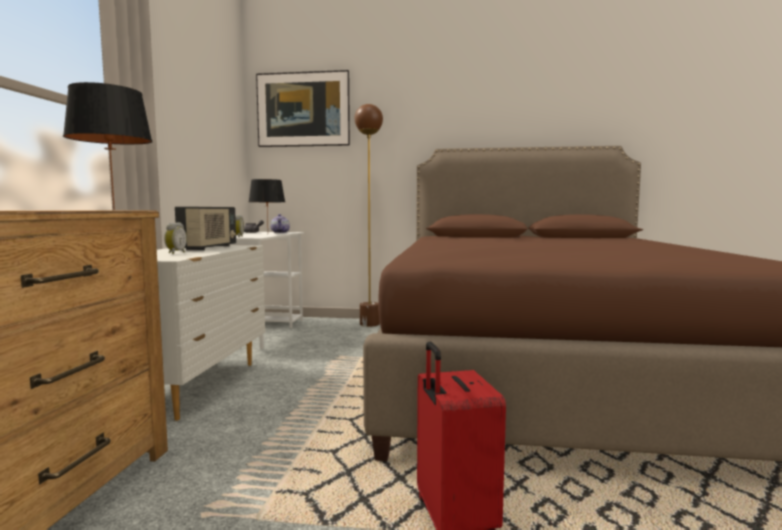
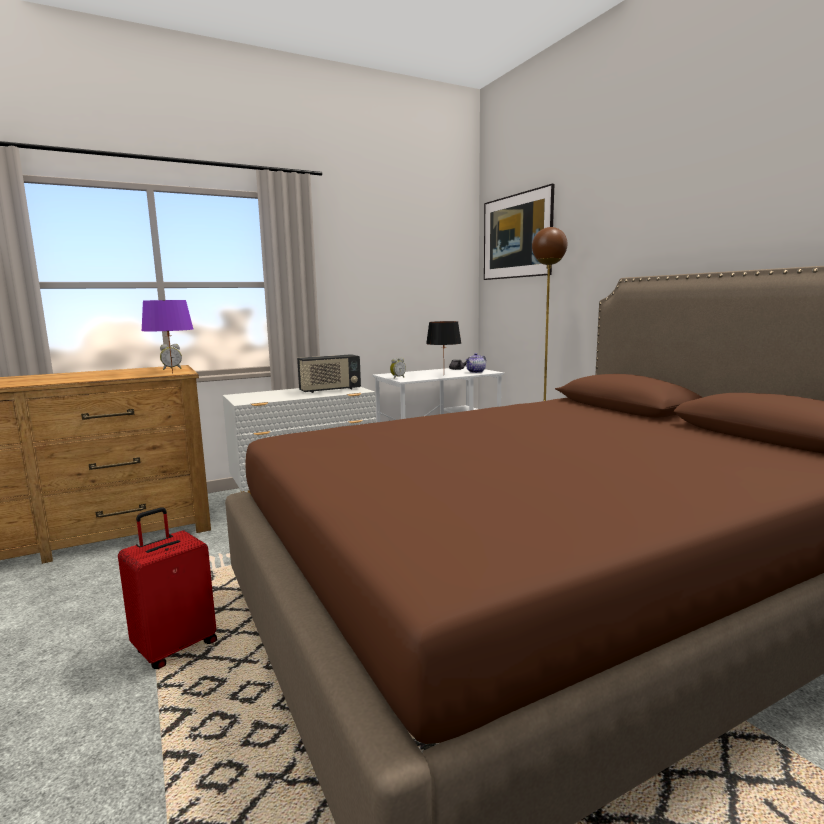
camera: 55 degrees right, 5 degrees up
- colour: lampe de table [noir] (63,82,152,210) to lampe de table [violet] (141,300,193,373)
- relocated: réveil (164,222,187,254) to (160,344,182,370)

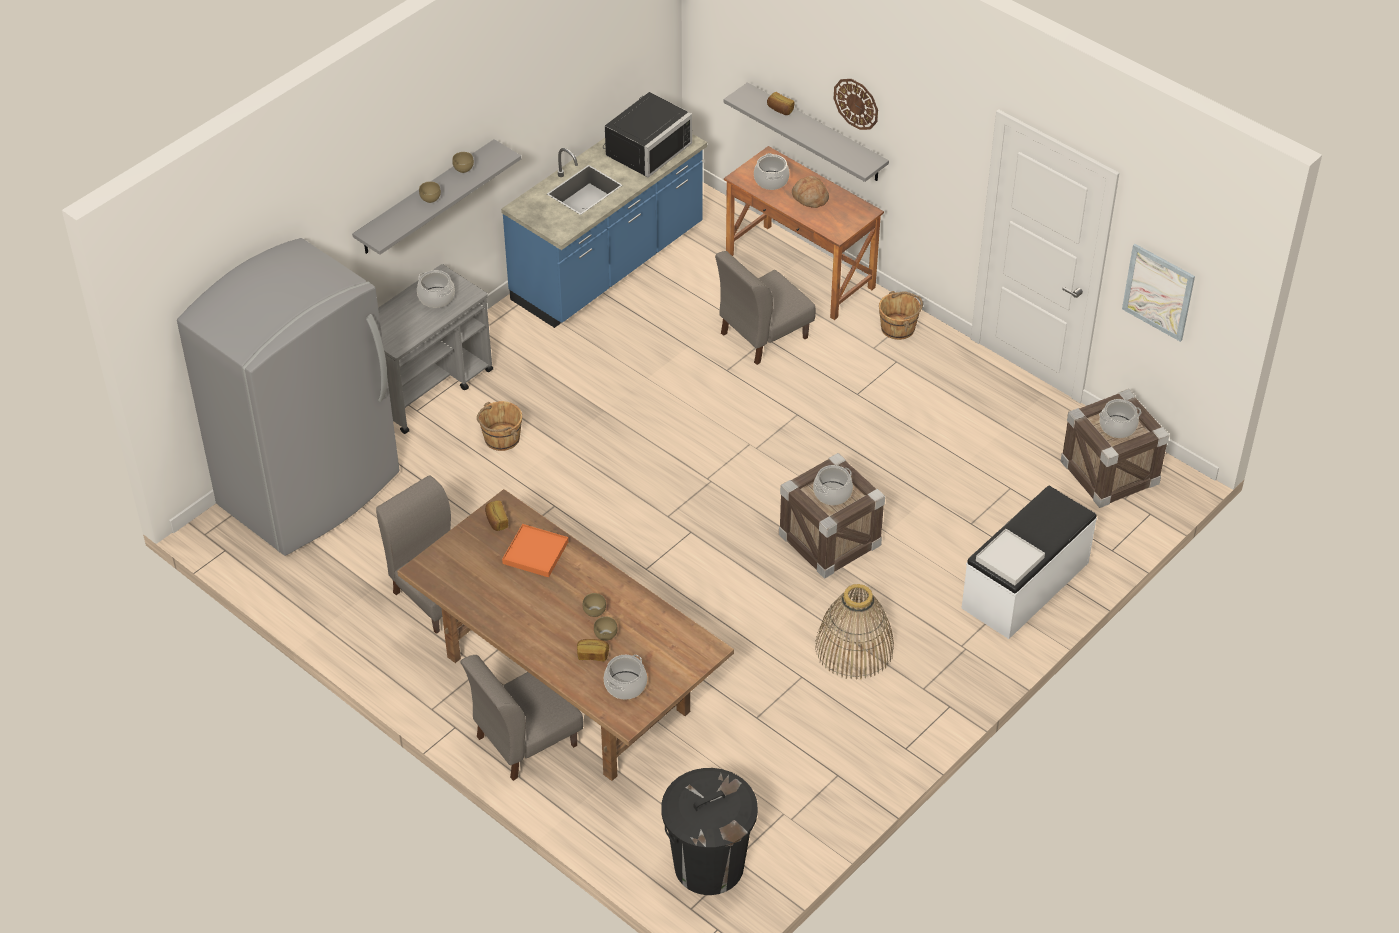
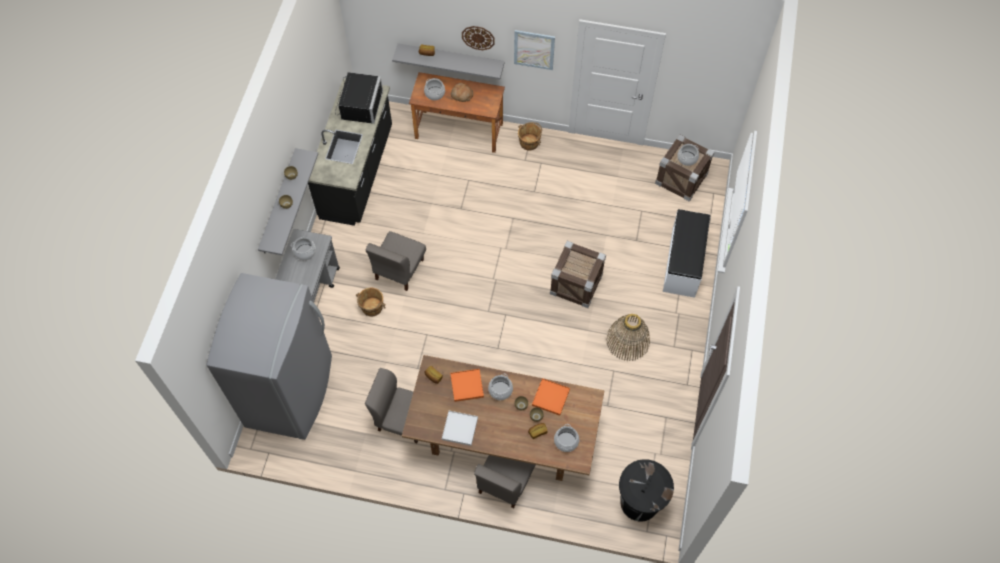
camera: 30 degrees left, 15 degrees up
- colour: comptoir de cuisine [bleu] (501,134,707,328) to comptoir de cuisine [noir] (308,79,392,226)
- relocated: tableau (1122,244,1195,342) to (514,30,555,70)
- relocated: chaise [gris] (715,251,816,365) to (365,231,426,291)
- relocated: marmite (813,465,853,505) to (488,374,513,400)
- relocated: plateau [blanc] (976,529,1045,585) to (442,411,478,446)
- appeared: plateau [orange] (532,378,570,416)

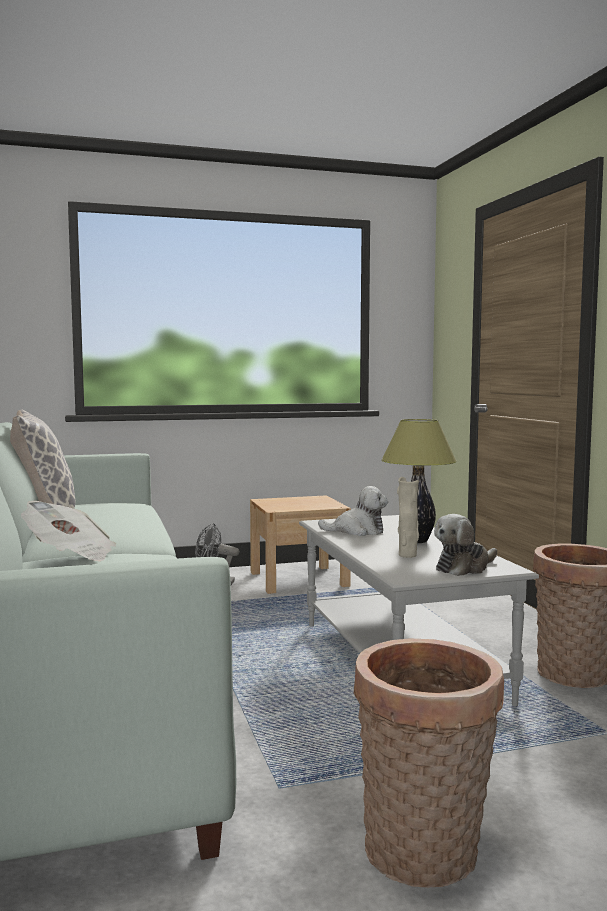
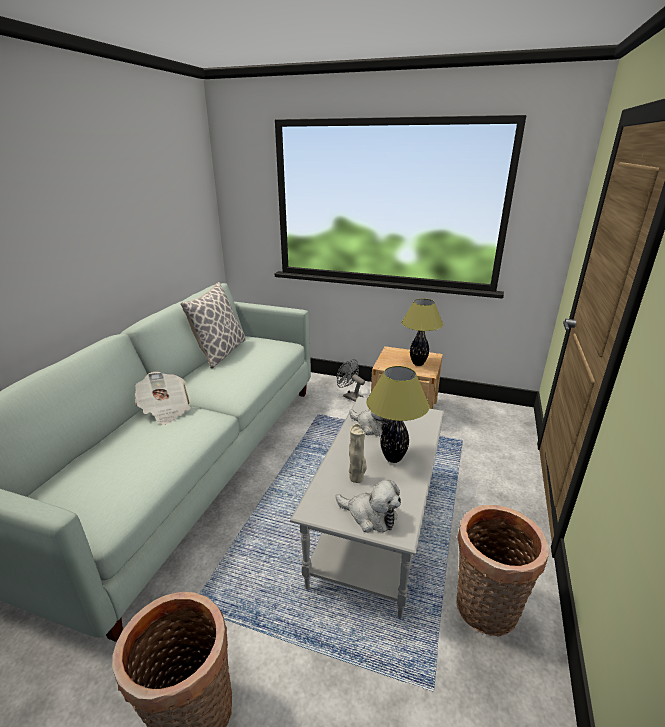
camera: 35 degrees right, 20 degrees up
- spun: peluche (434,514,497,576) = (335,480,401,533) 150 degrees counterclockwise
- appeared: lampe de table (401,299,443,366)

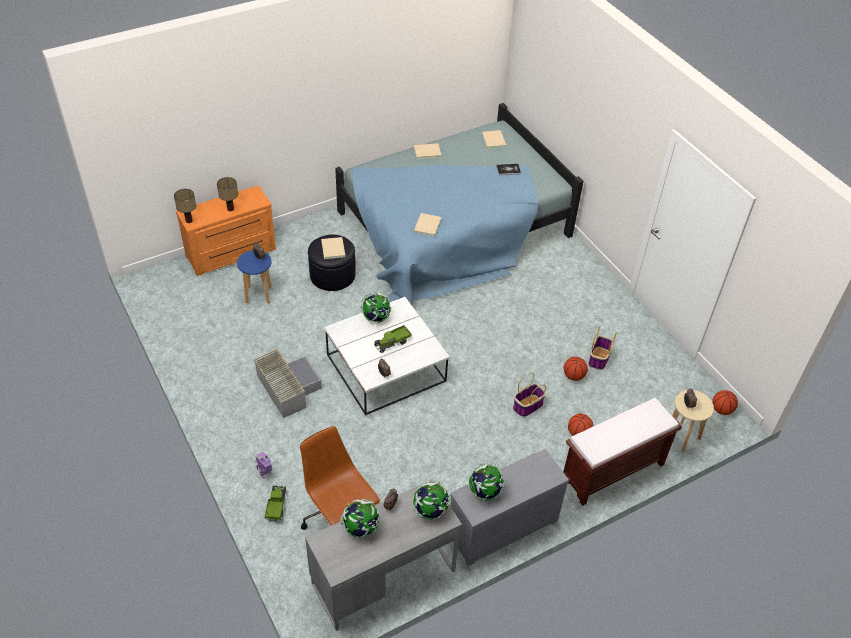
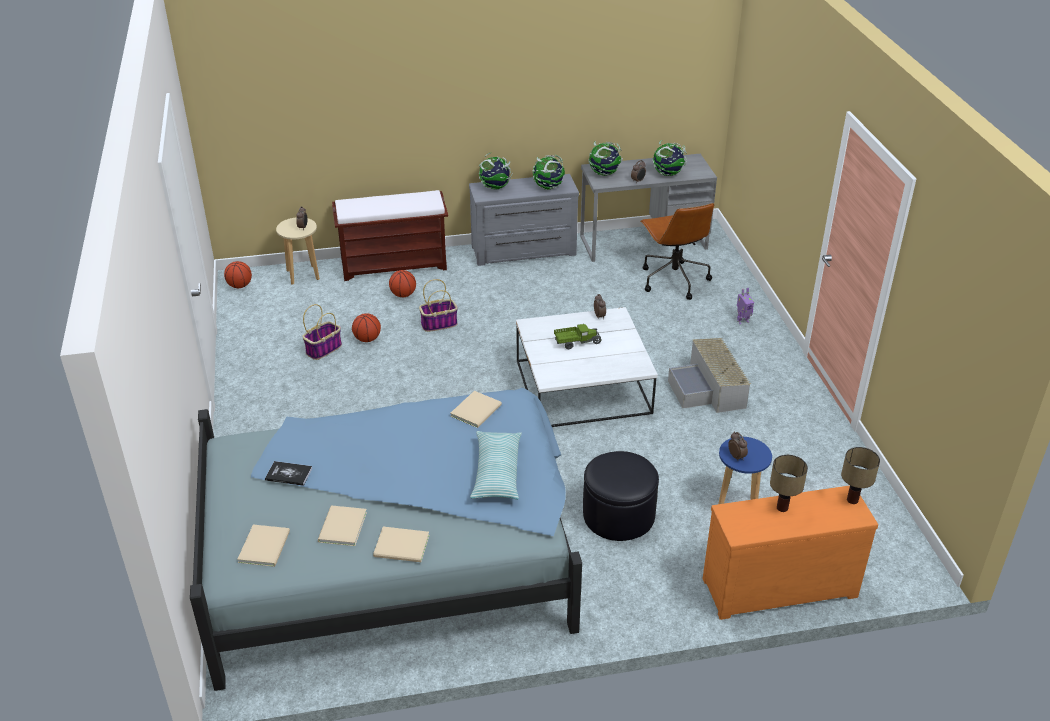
camera: 160 degrees left, 10 degrees down
- relocated: livre [beige] (321,237,346,259) to (318,505,367,546)
- relocated: globe (360,292,391,323) to (479,153,513,190)
- missing: camion jouet (265,486,286,521)
- appeared: coussin (470,431,522,499)

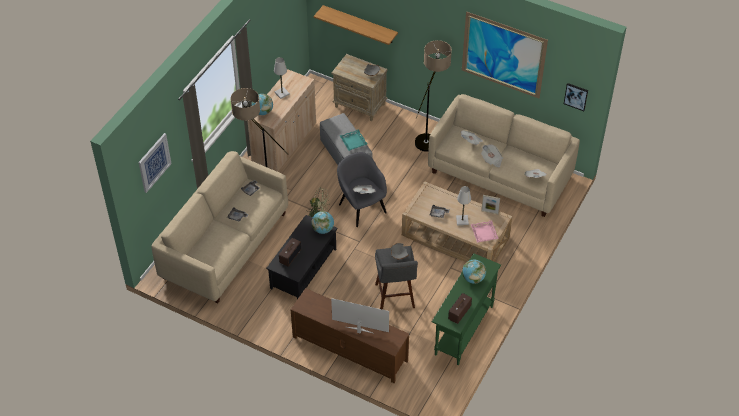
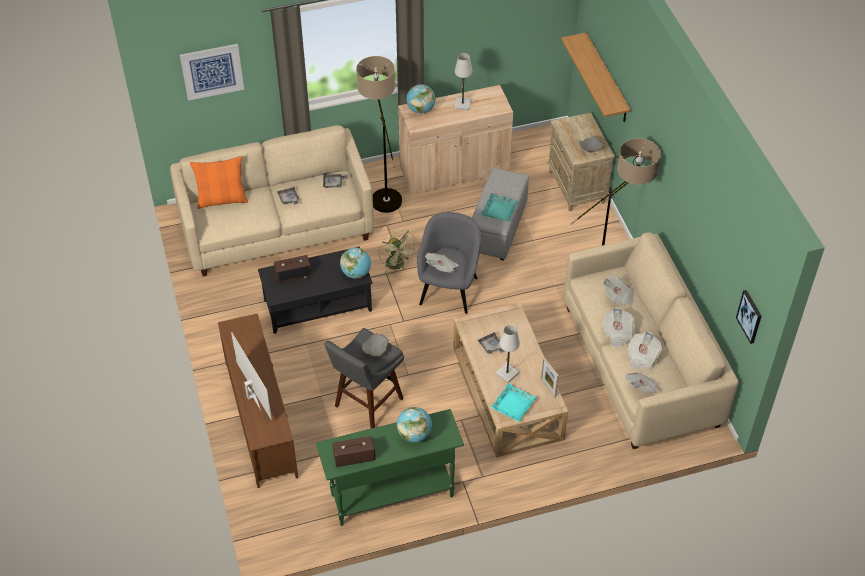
camera: 45 degrees right, 0 degrees up
- missing: tableau (462,11,548,98)
- colour: plateau [rose] (471,220,499,243) to plateau [turquoise] (490,383,537,422)
- appeared: coussin [orange] (190,156,248,209)
- appeared: journal (627,331,662,369)

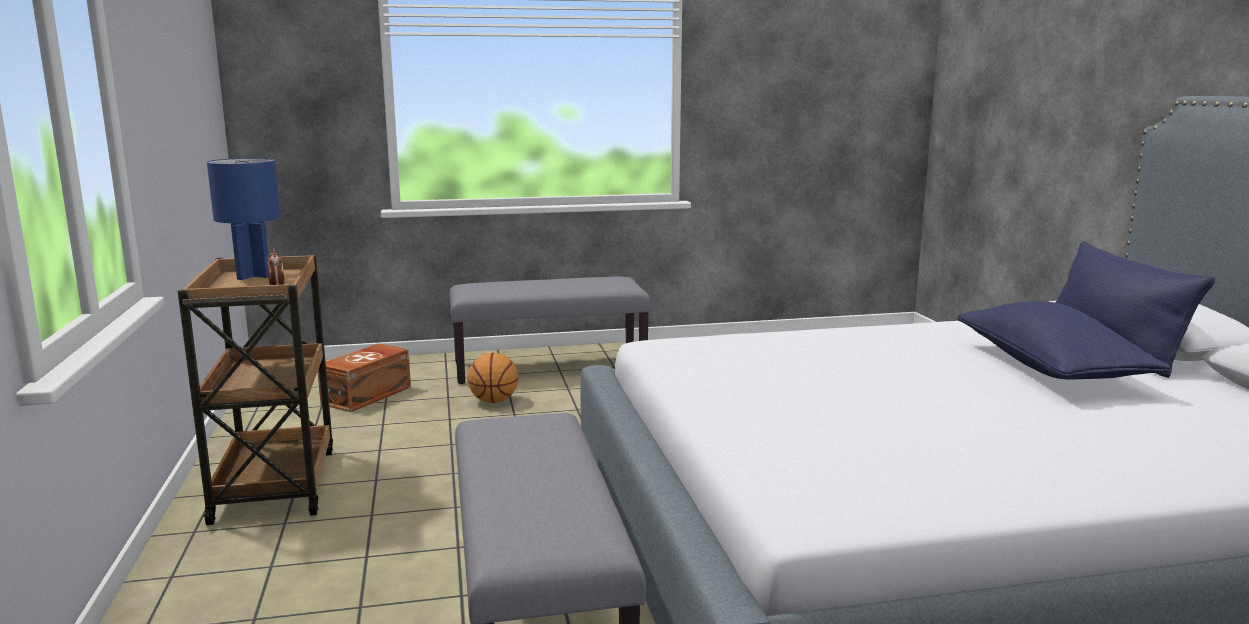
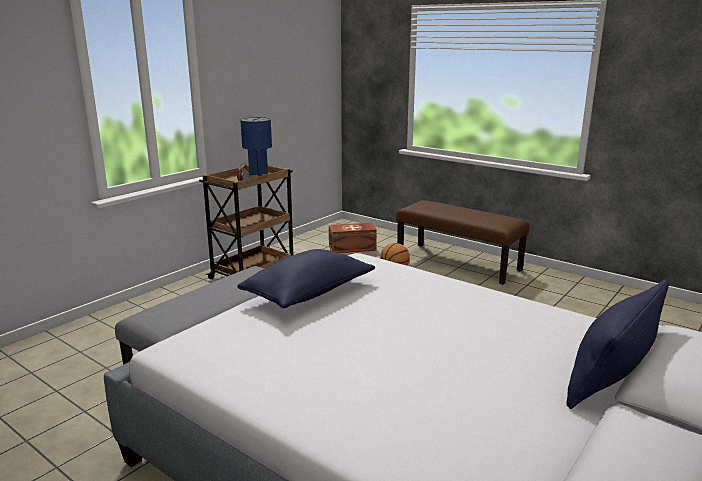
camera: 50 degrees right, 5 degrees up
- colour: banc [gris] (450,276,651,384) to banc [marron] (396,200,529,285)
- relocated: coussin [bleu] (957,301,1171,380) to (237,249,375,308)

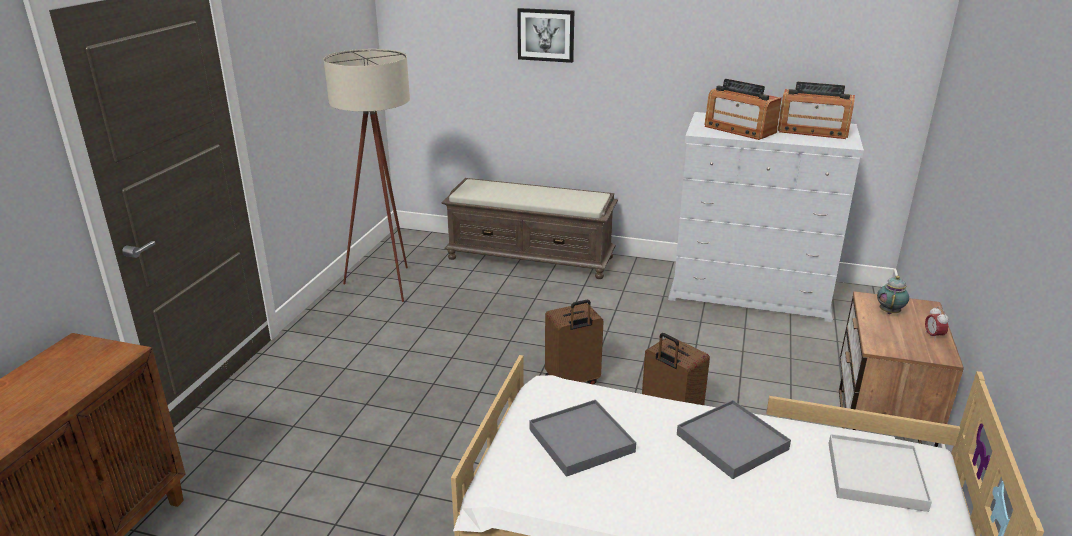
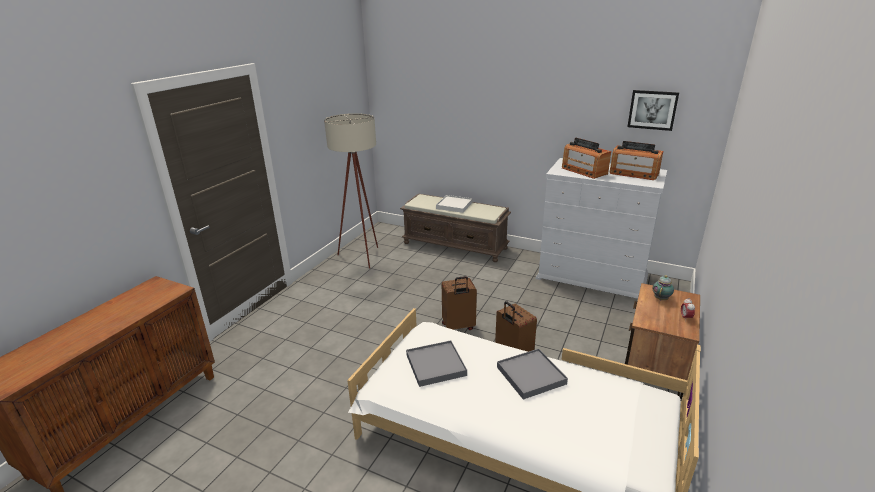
camera: 10 degrees right, 0 degrees up
- relocated: tableau (517,8,574,63) to (627,90,679,131)
- relocated: plateau [blanc] (828,434,932,512) to (436,195,473,213)

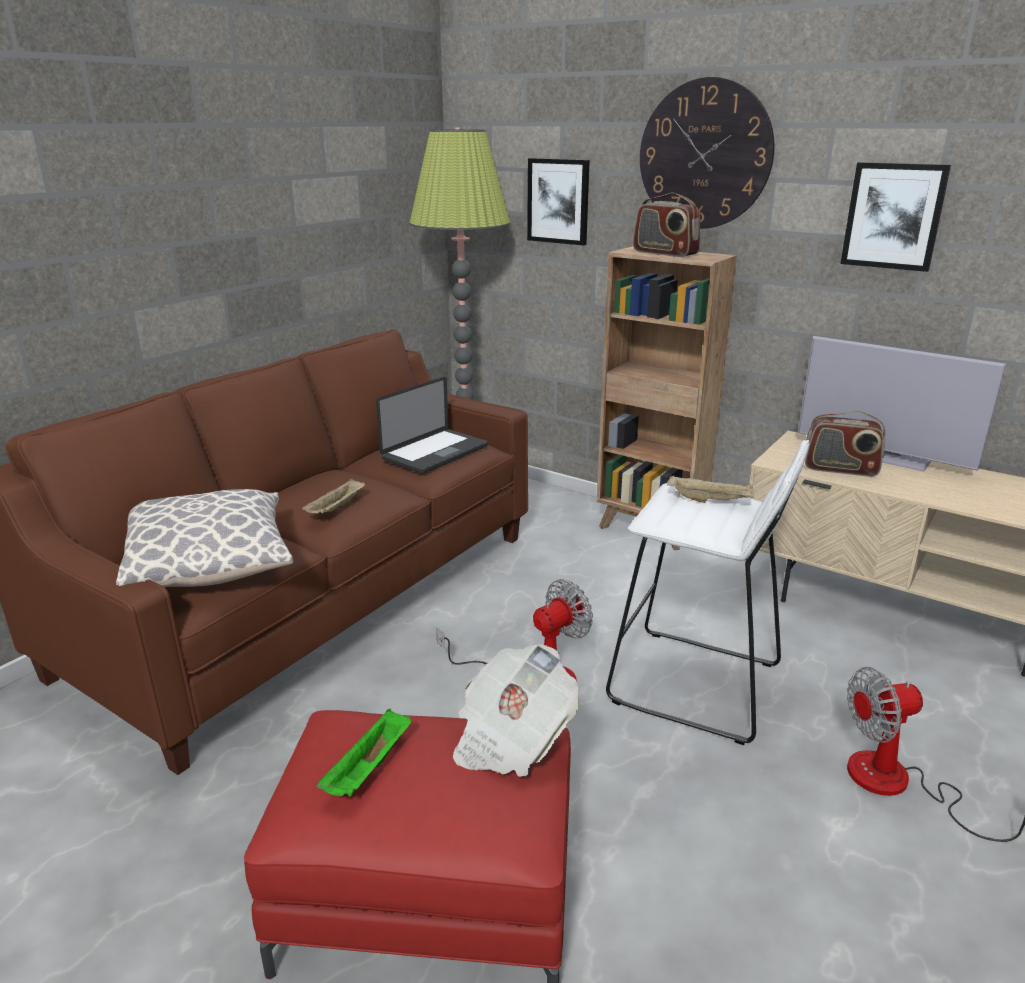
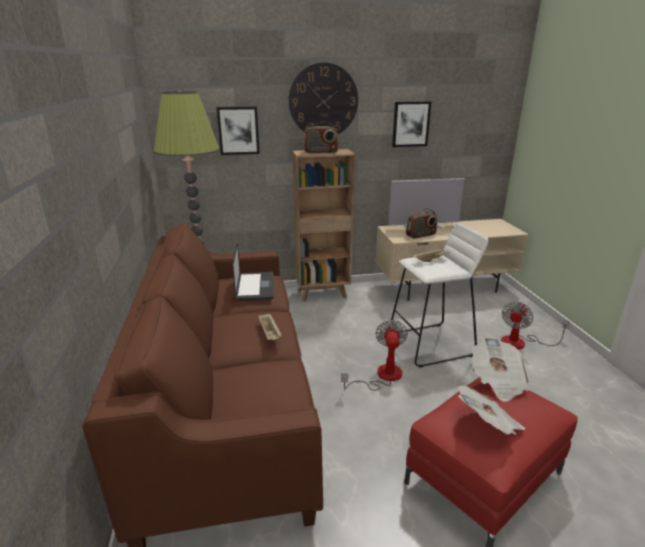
camera: 45 degrees left, 0 degrees up
- missing: coussin (116,489,293,587)
- exchanged: plateau [vert] (316,709,412,797) to journal (457,386,525,435)

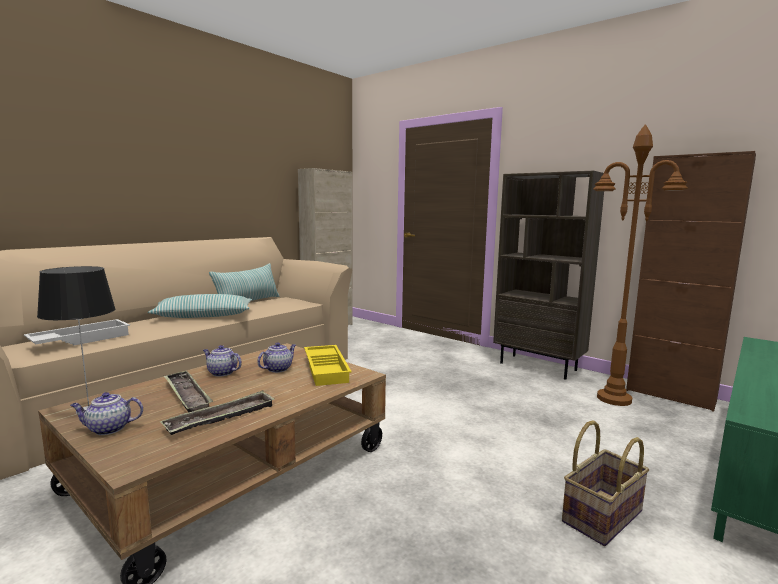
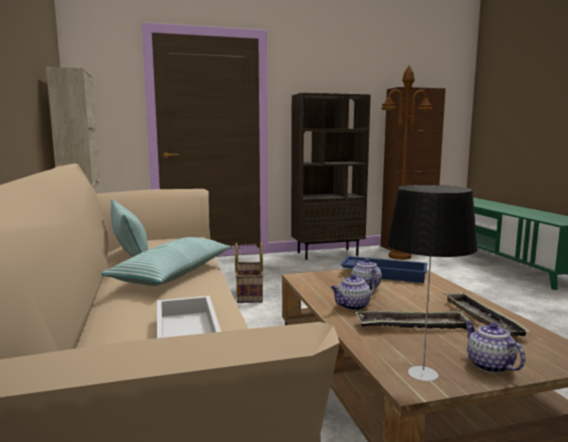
camera: 55 degrees left, 0 degrees up
- colour: plateau [jaune] (304,345,352,386) to plateau [bleu] (341,256,427,283)
- spun: théière (70,392,143,435) = (464,321,526,373) 135 degrees clockwise
- relocated: panier (562,420,649,546) to (235,243,263,303)

